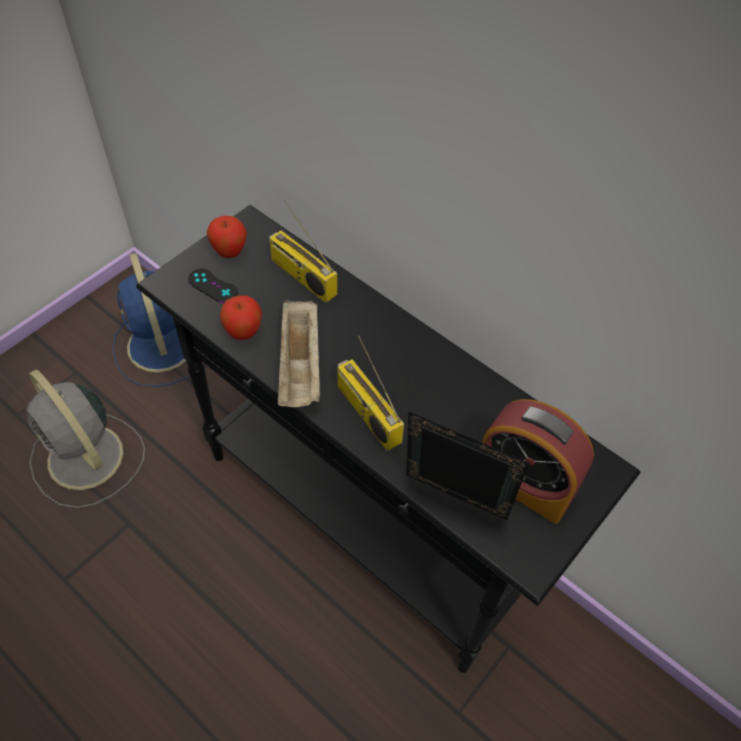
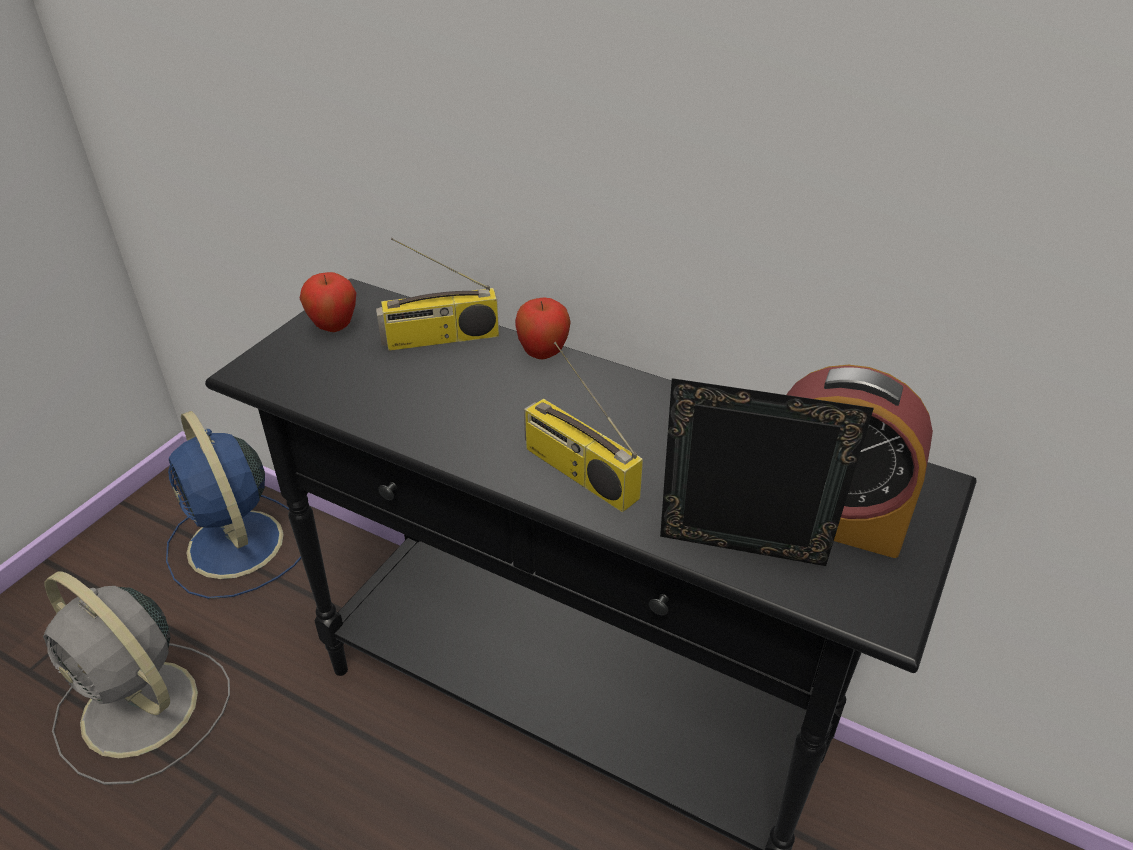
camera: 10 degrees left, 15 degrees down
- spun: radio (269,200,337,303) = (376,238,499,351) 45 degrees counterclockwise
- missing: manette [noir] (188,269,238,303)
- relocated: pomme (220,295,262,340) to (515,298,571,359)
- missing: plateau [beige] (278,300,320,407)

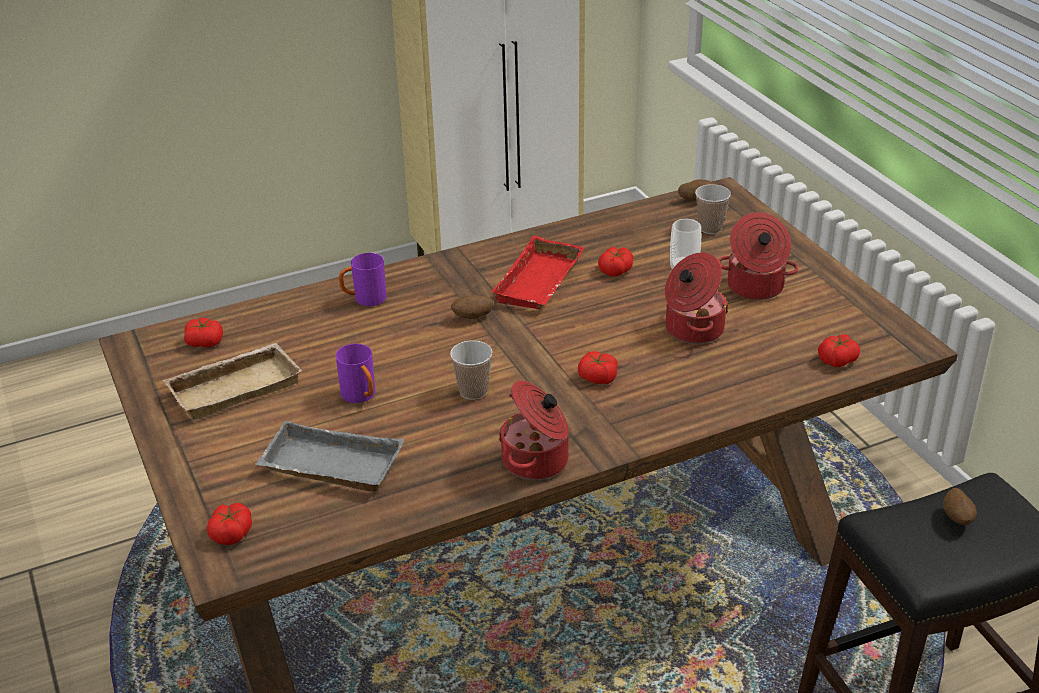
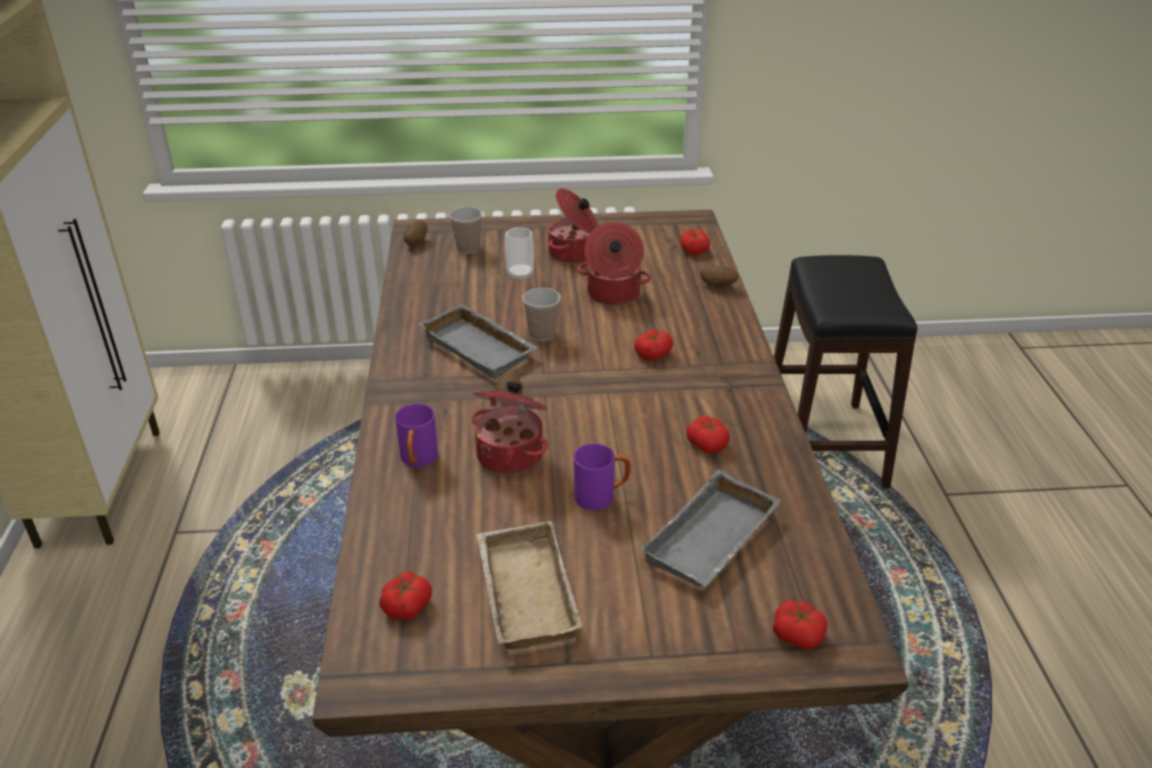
camera: 70 degrees left, 0 degrees up
- colour: plateau [rouge] (491,236,585,309) to plateau [gris] (418,304,538,379)
- relocated: tomate (598,247,633,276) to (686,416,730,453)
- relocated: tasse (450,340,493,400) to (522,288,561,341)
- relocated: marmite (498,380,569,480) to (472,382,548,475)
- relocated: pomme de terre (943,488,977,525) to (700,266,739,287)

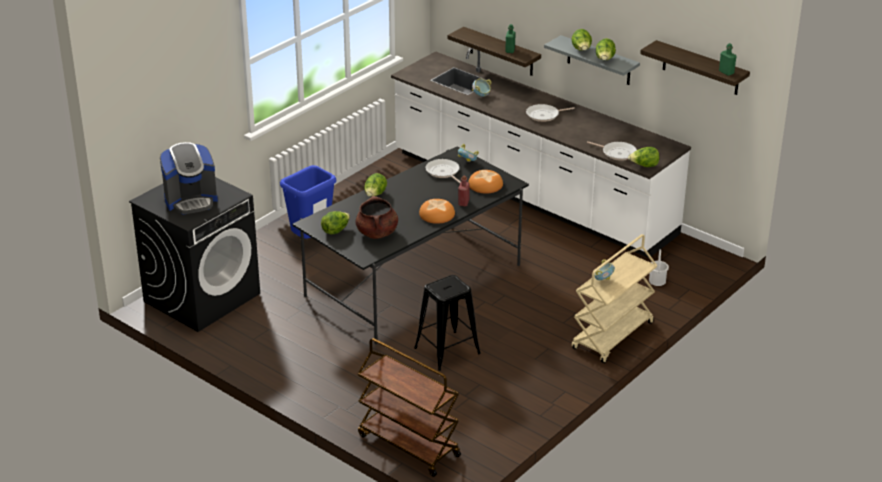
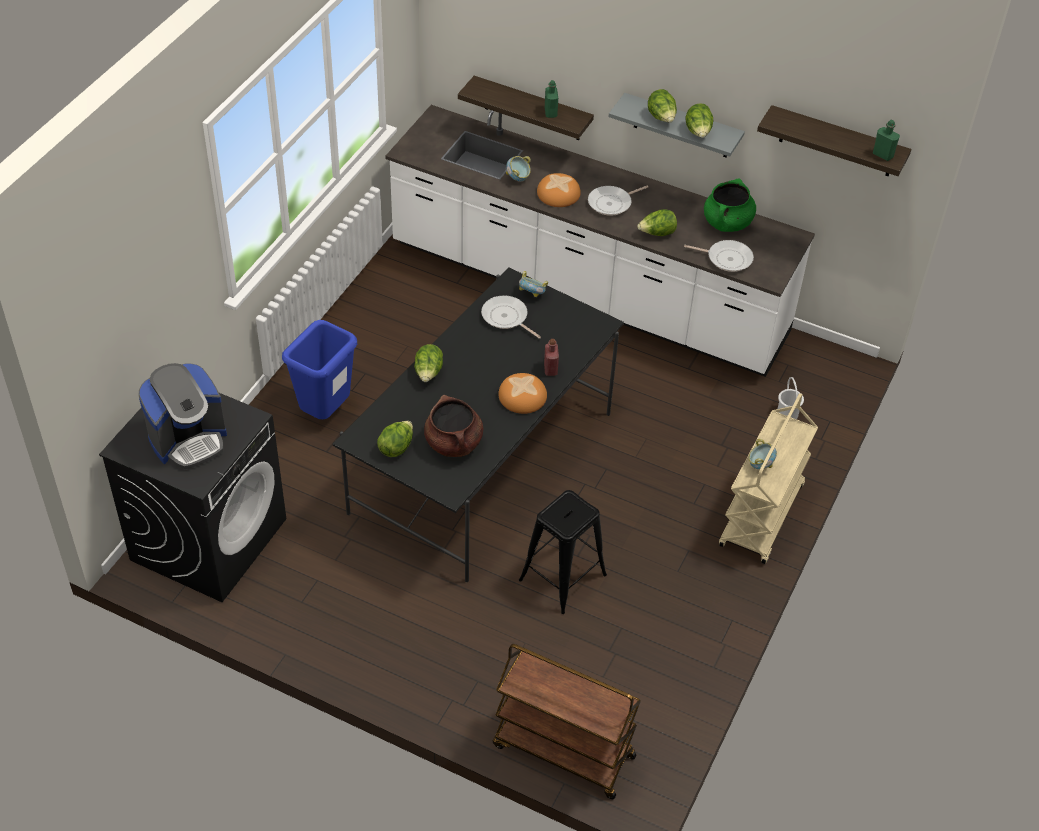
camera: 15 degrees left, 15 degrees up
- relocated: laitue (628,147,659,167) to (637,209,677,236)
- relocated: pain (468,170,503,193) to (537,173,581,207)
- appeared: marmite [vert] (704,179,756,232)

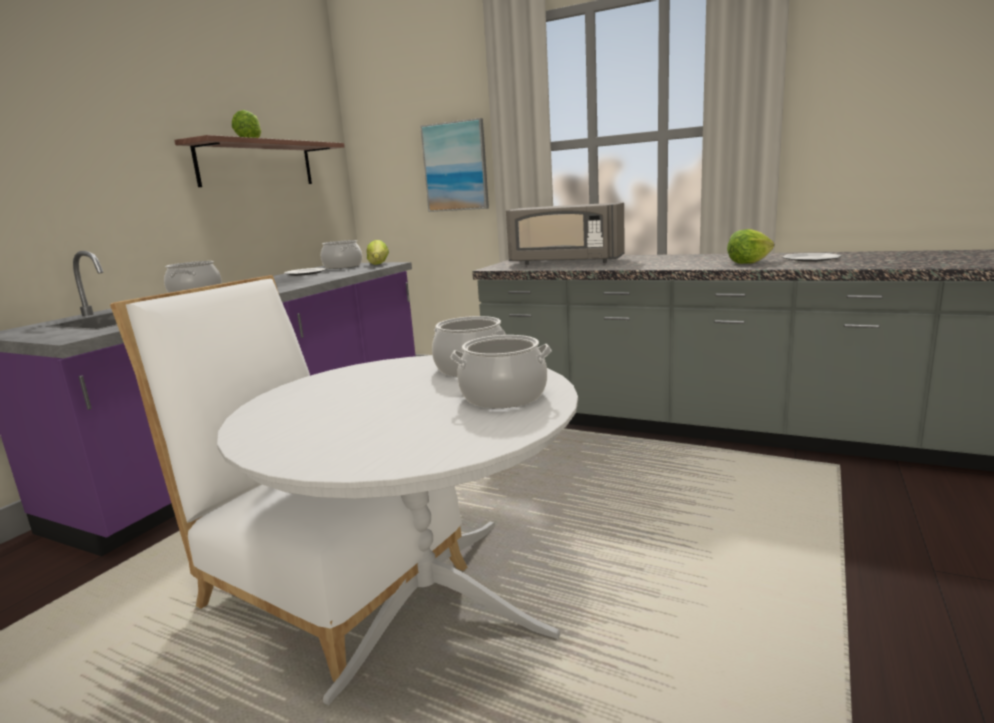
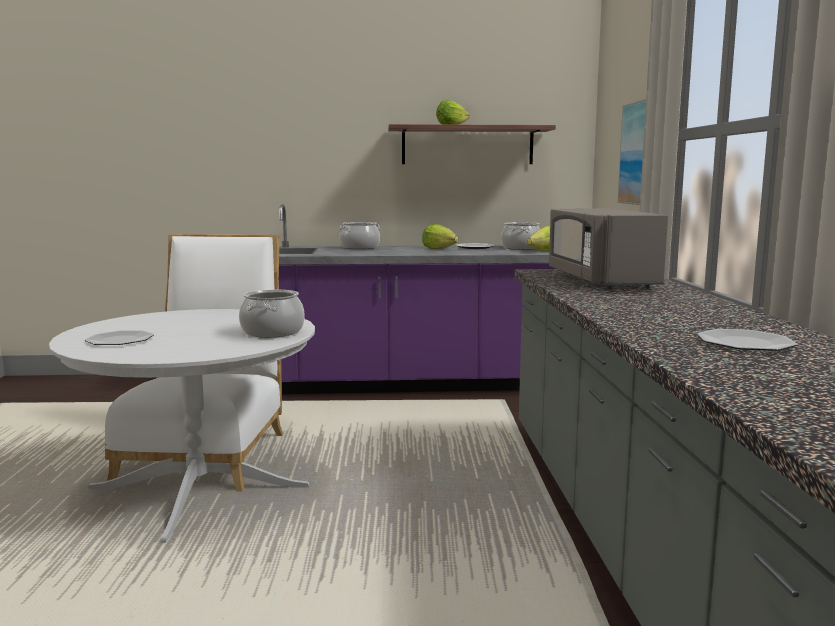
camera: 60 degrees right, 5 degrees down
- relocated: laitue (727,229,774,264) to (422,224,458,249)
- missing: marmite (451,335,551,408)
- appeared: assiette (85,330,154,345)

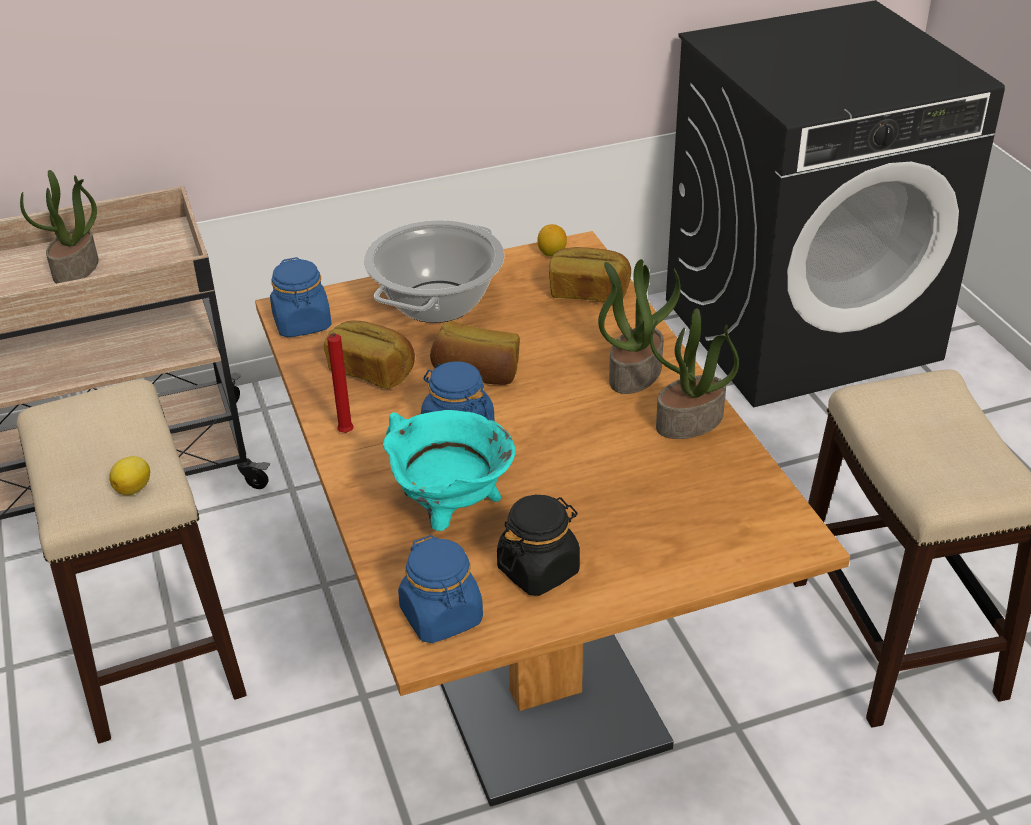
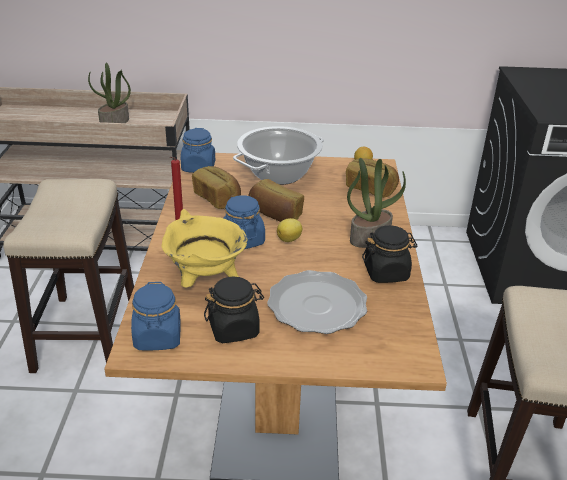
camera: 20 degrees right, 5 degrees down
- exchanged: plante en pot (650,308,739,439) to bocal [noir] (362,225,417,283)
- colour: marmite [turquoise] (383,410,515,531) to marmite [jaune] (162,209,248,288)
- relocated: citron (109,456,150,496) to (277,218,302,242)
- appeared: assiette (267,270,367,334)

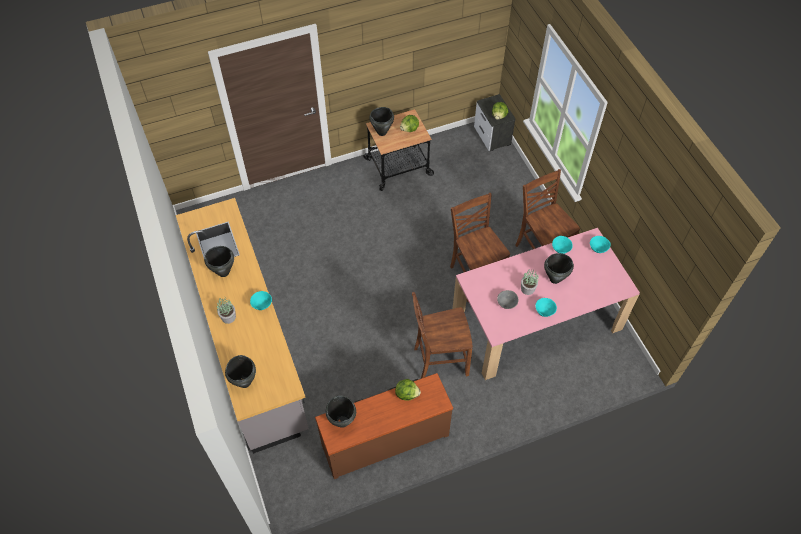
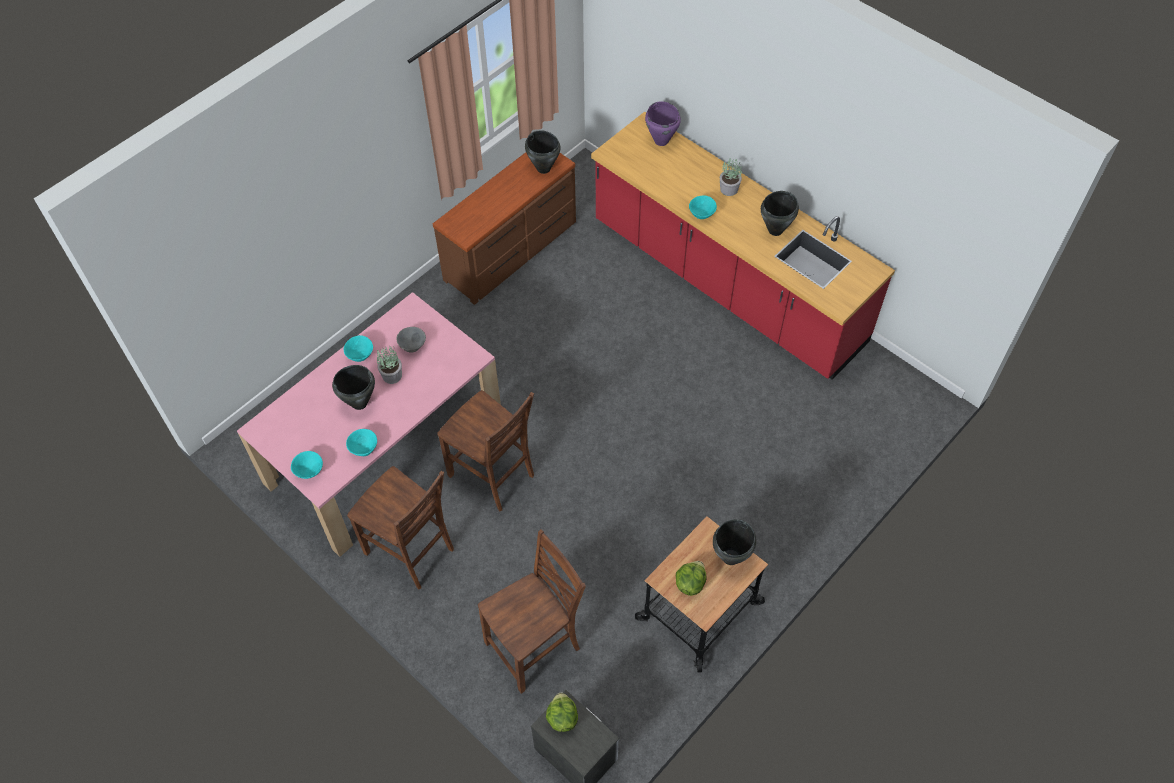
camera: 155 degrees right, 0 degrees up
- colour: comptoir de cuisine [gris] (176,198,309,454) to comptoir de cuisine [rouge] (591,112,895,380)
- relocated: chaise [marron] (412,292,473,378) to (478,530,586,694)
- colour: marmite [noir] (225,355,256,388) to marmite [violet] (645,101,681,146)
- missing: laitue (395,379,421,401)

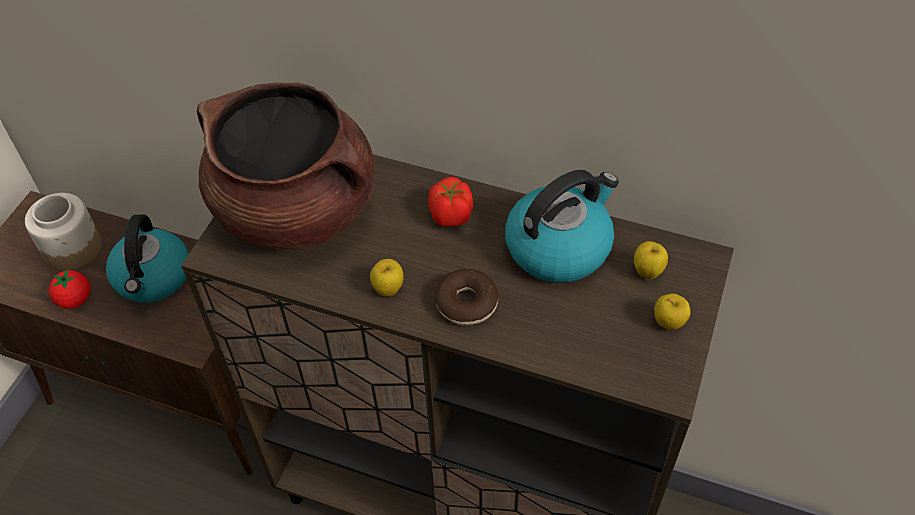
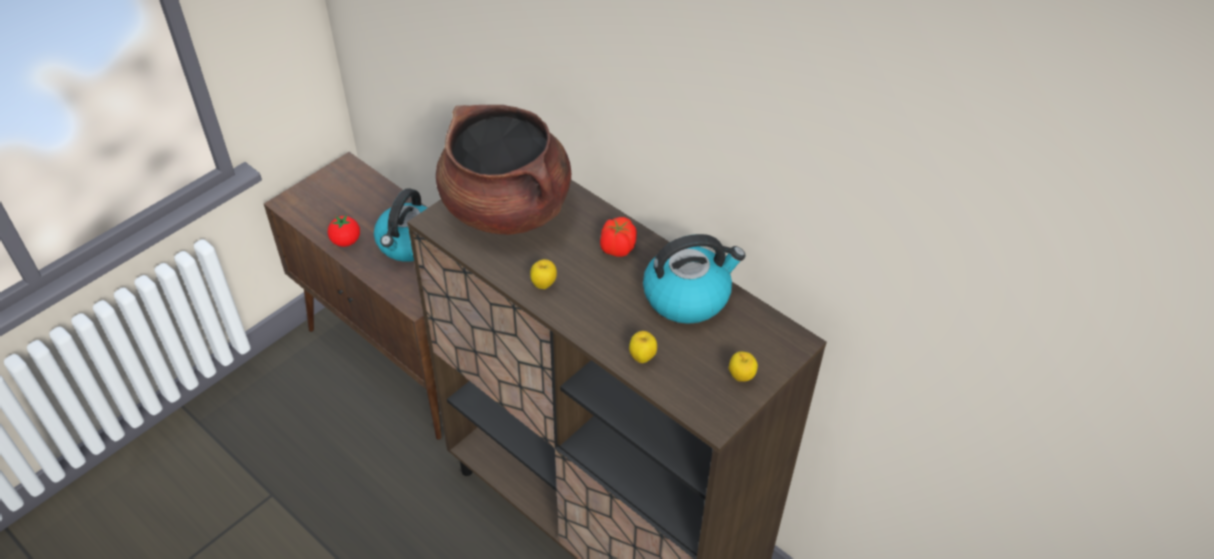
camera: 20 degrees right, 5 degrees down
- missing: bocal (25,193,102,271)
- relocated: pomme (634,241,668,279) to (629,331,657,363)
- missing: beignet (435,269,498,325)

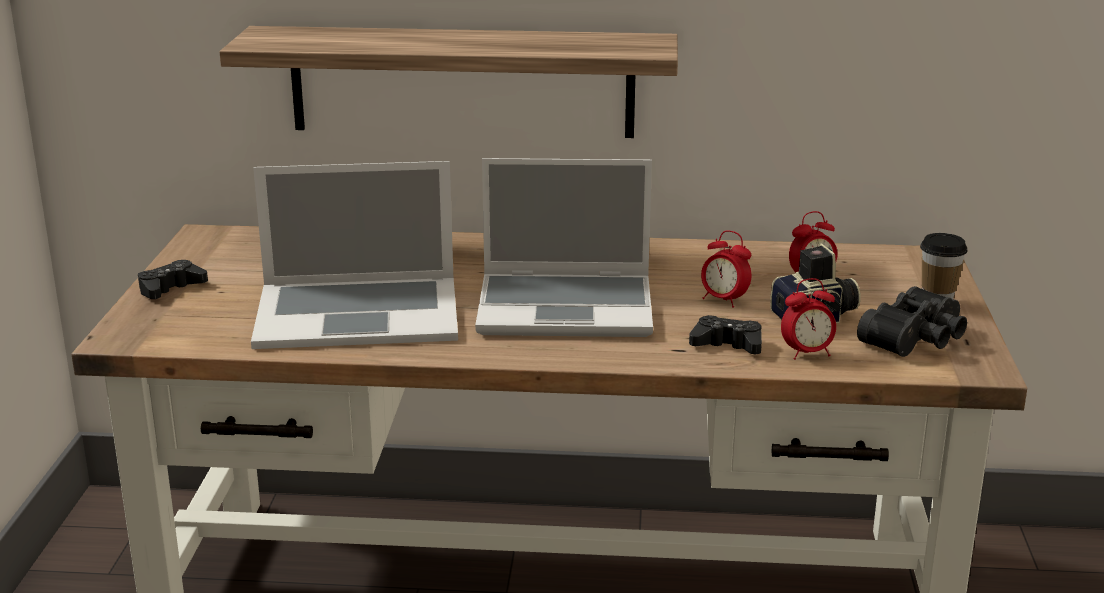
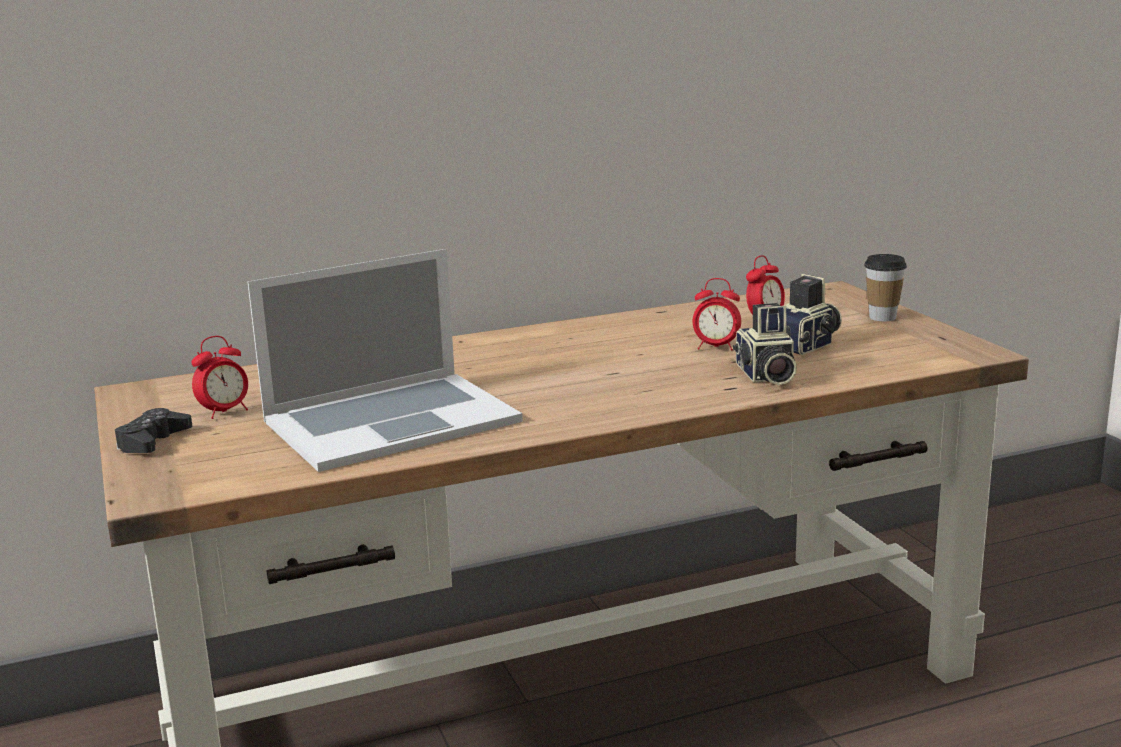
camera: 25 degrees left, 5 degrees down
- missing: étagère (220,26,678,138)
- missing: ordinateur portable (475,158,653,337)
- relocated: réveil (781,278,836,360) to (191,336,248,419)
- missing: jumelles [noir] (857,286,967,357)
- exchanged: manette [noir] (689,315,762,354) to appareil photo (733,303,797,385)

